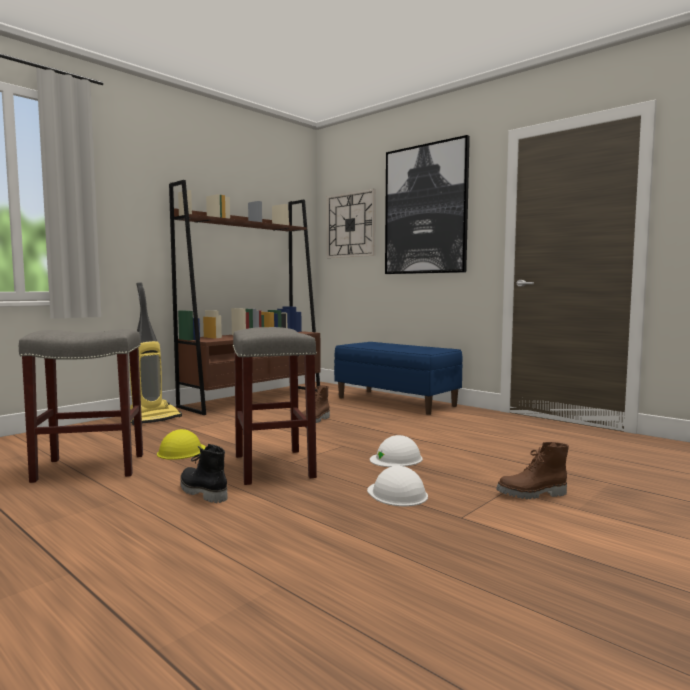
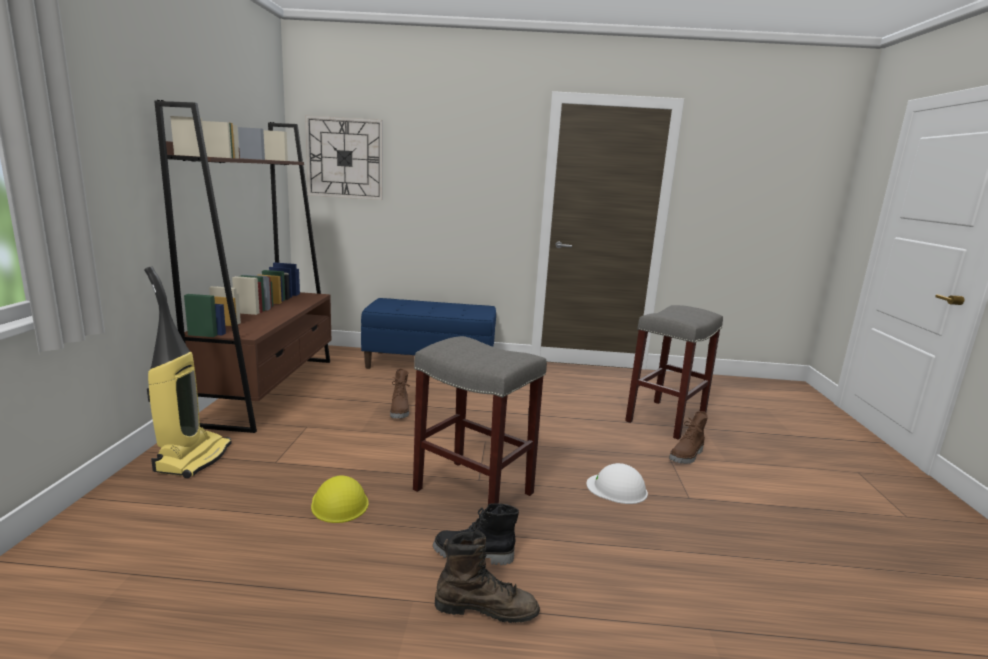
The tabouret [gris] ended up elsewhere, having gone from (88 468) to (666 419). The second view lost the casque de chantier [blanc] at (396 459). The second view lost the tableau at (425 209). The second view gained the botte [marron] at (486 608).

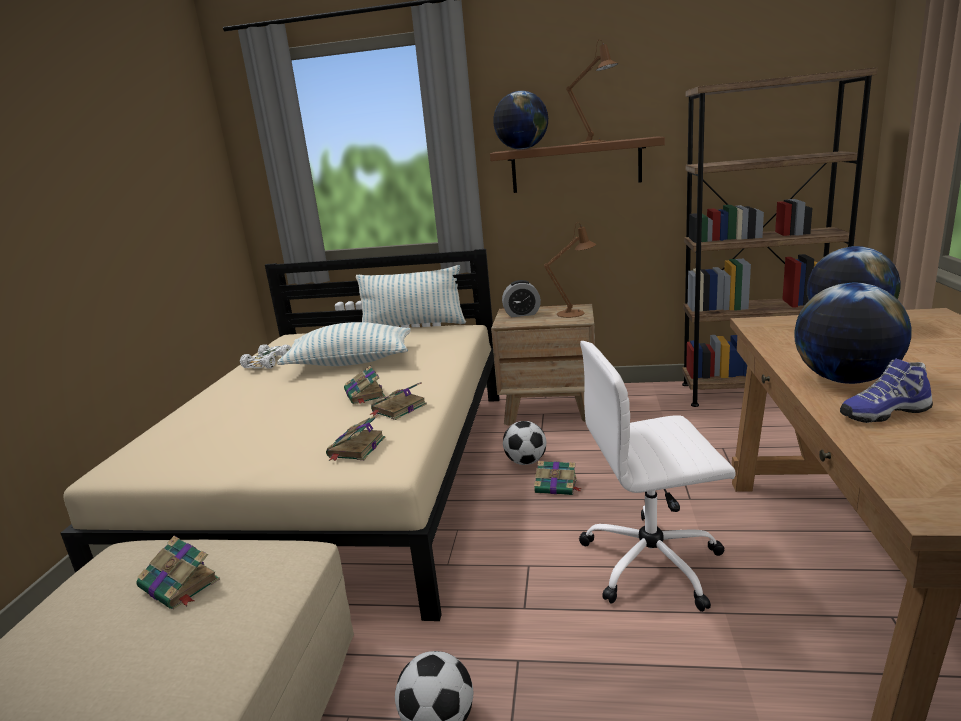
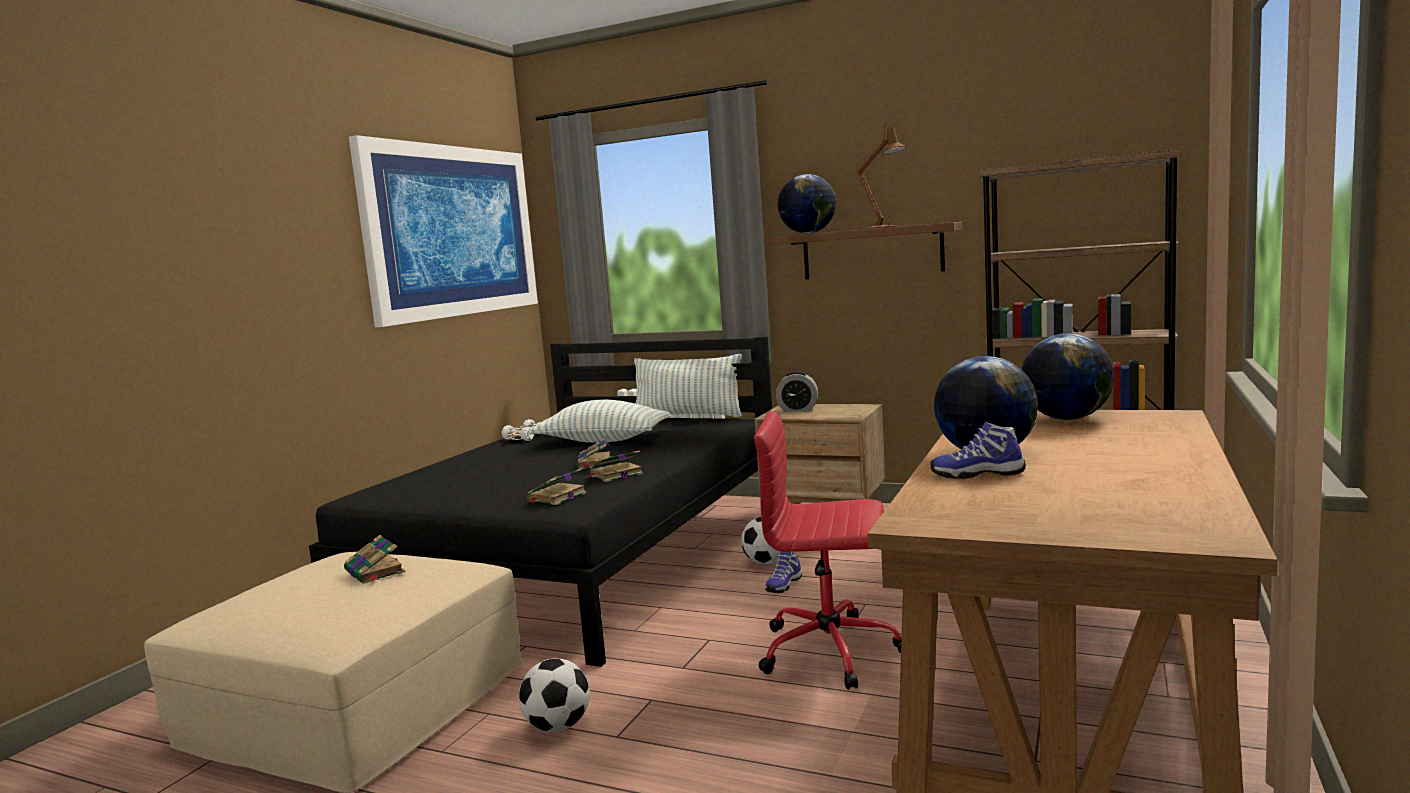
What was the lit [beige] at (346 479) turned into the lit [noir] at (581 559). Where the livre stood at (557 486), the chaussure came to stand at (783 585). The second view lost the lampe de table [marron] at (574 313). What was the chaise de bureau [blanc] at (653 562) turned into the chaise de bureau [rouge] at (832 651). The second view gained the tableau at (452 231).

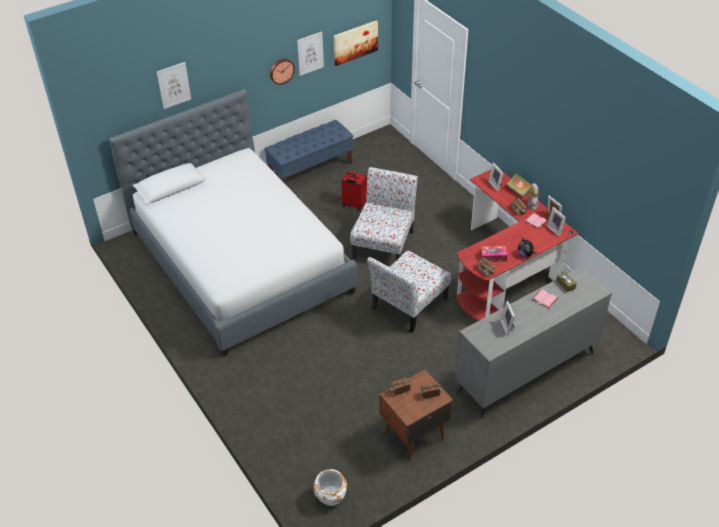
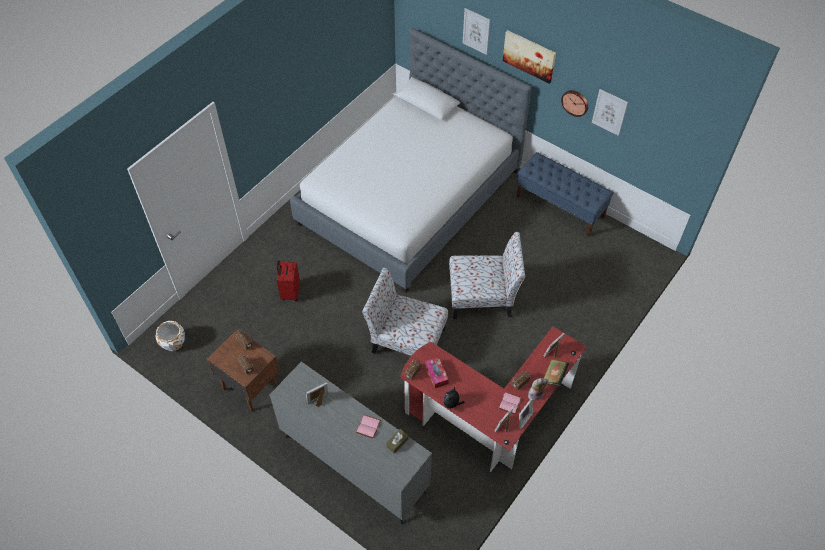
The tableau ended up elsewhere, having gone from (355 42) to (529 56). The valise [rouge] ended up elsewhere, having gone from (354 205) to (290 292).

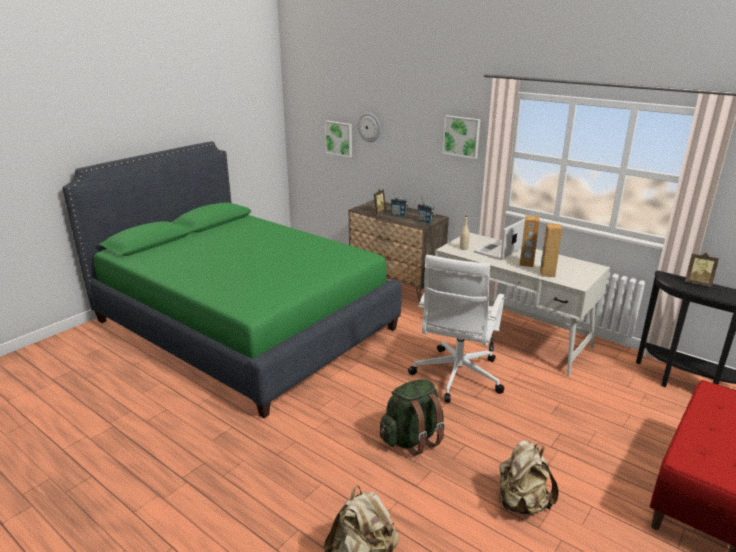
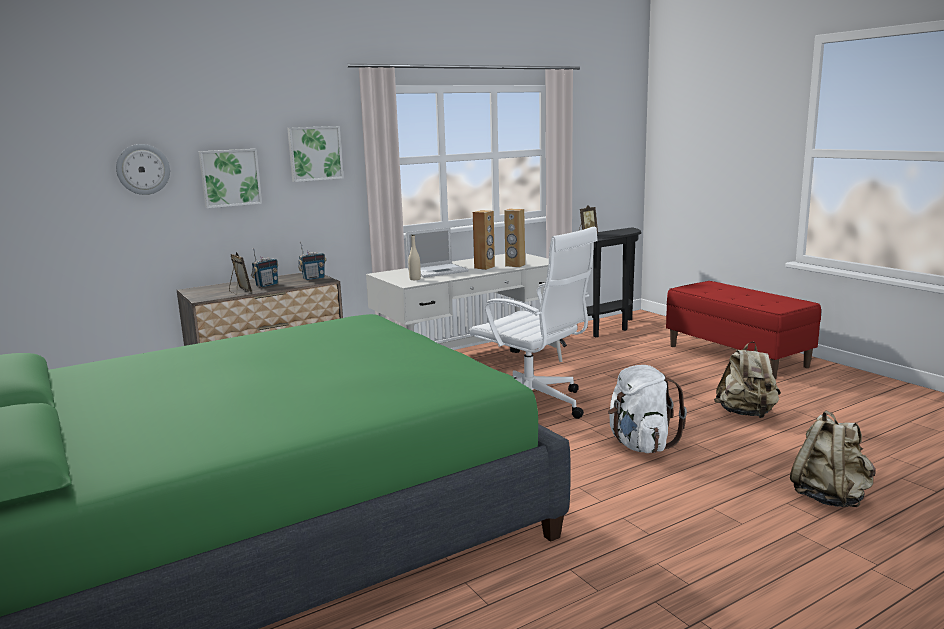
The tableau ended up elsewhere, having gone from (339 138) to (230 177). What was the sac à dos [vert] at (412 439) turned into the sac à dos [blanc] at (640 445). The ordinateur portable at (497 251) ended up facing another way, 90 degrees counterclockwise from before.

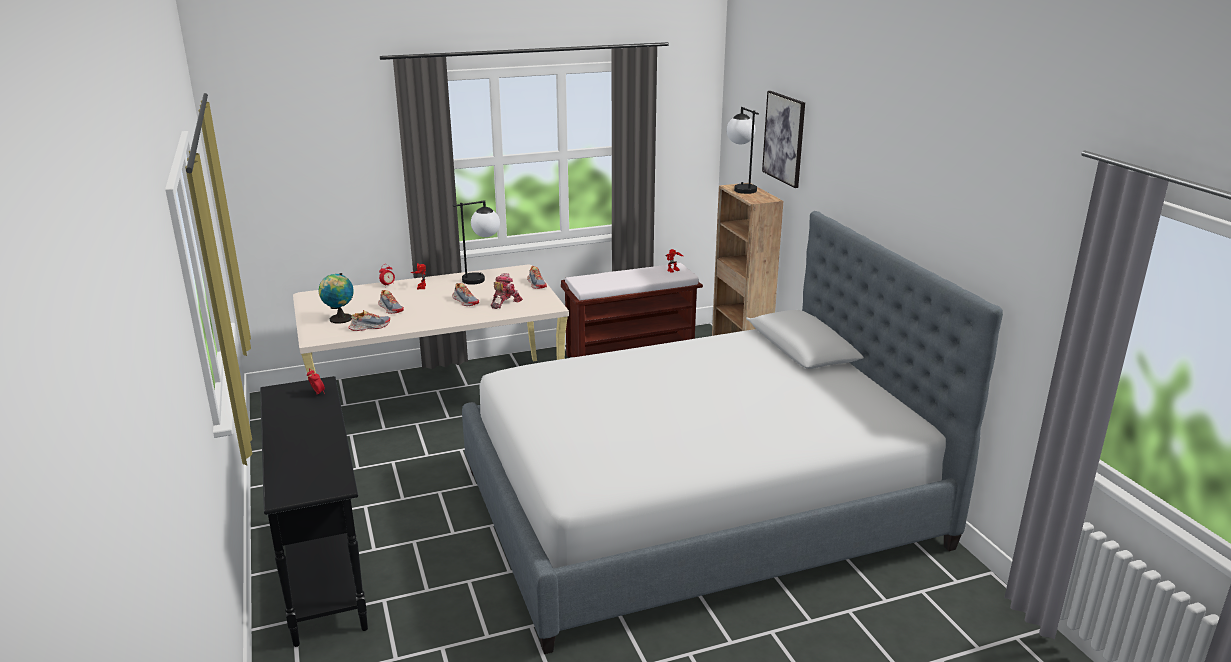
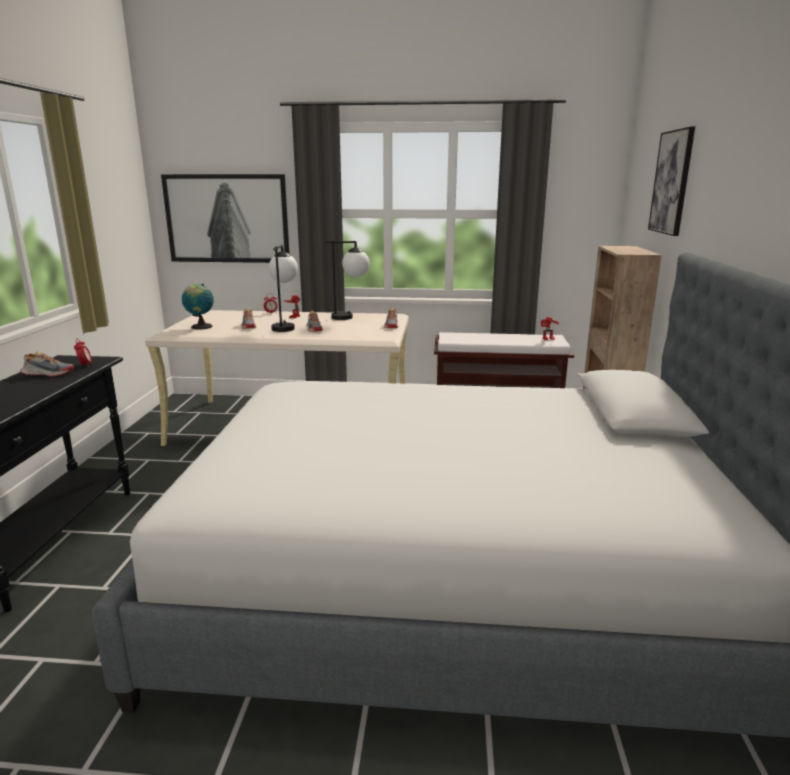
The chaussure ended up elsewhere, having gone from (370 327) to (48 373). The second view lost the robot jouet at (504 302). The lampe de table ended up elsewhere, having gone from (740 188) to (285 327). The second view gained the tableau at (227 219).

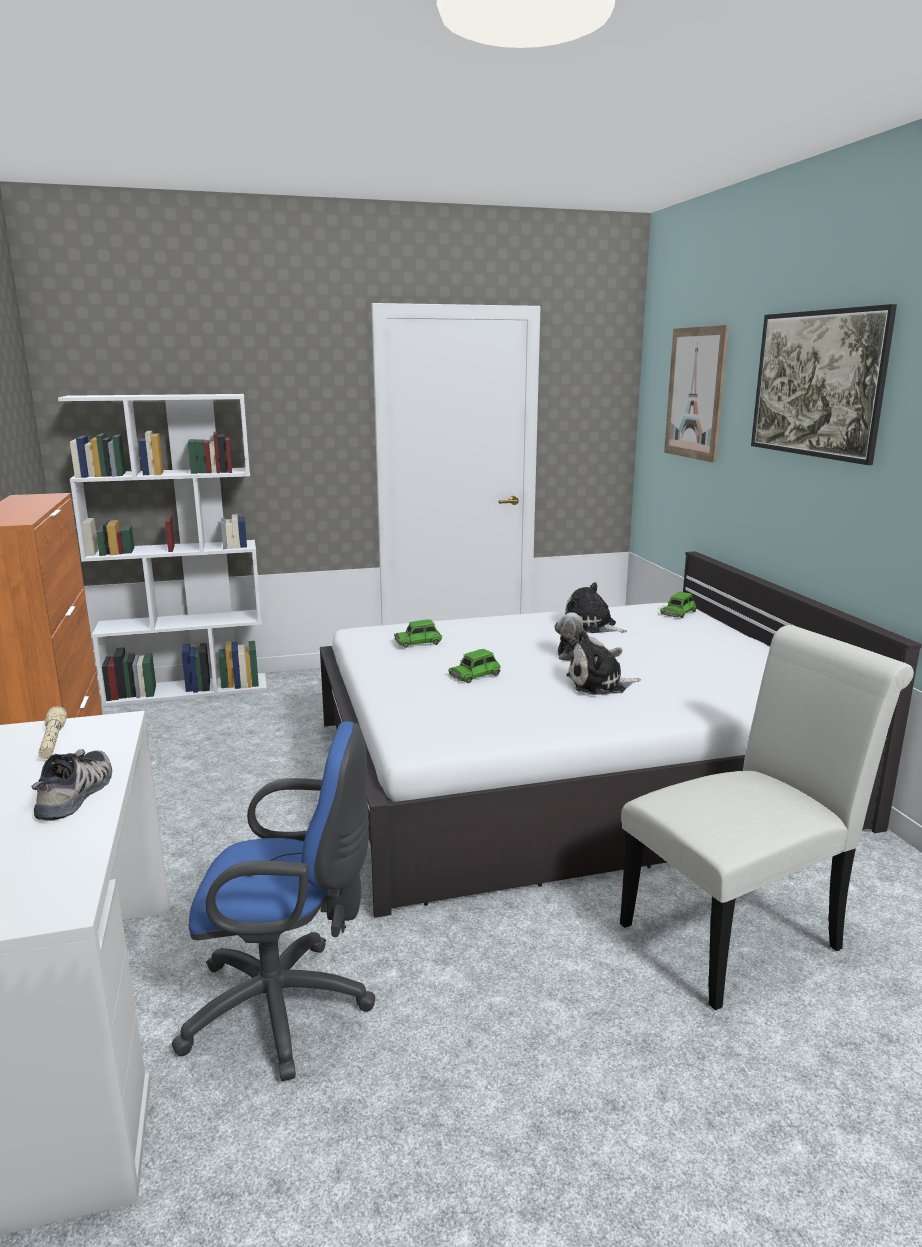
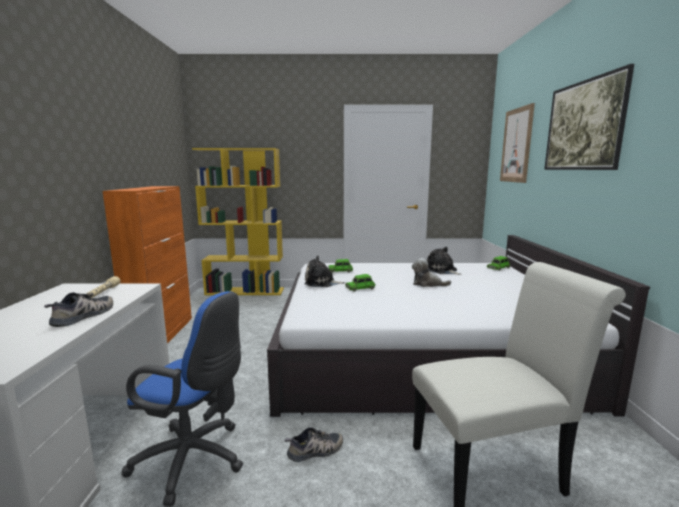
What was the bibliothèque [blanc] at (188 689) turned into the bibliothèque [jaune] at (245 291). The peluche ended up elsewhere, having gone from (599 684) to (321 283). The second view gained the chaussure at (315 451).

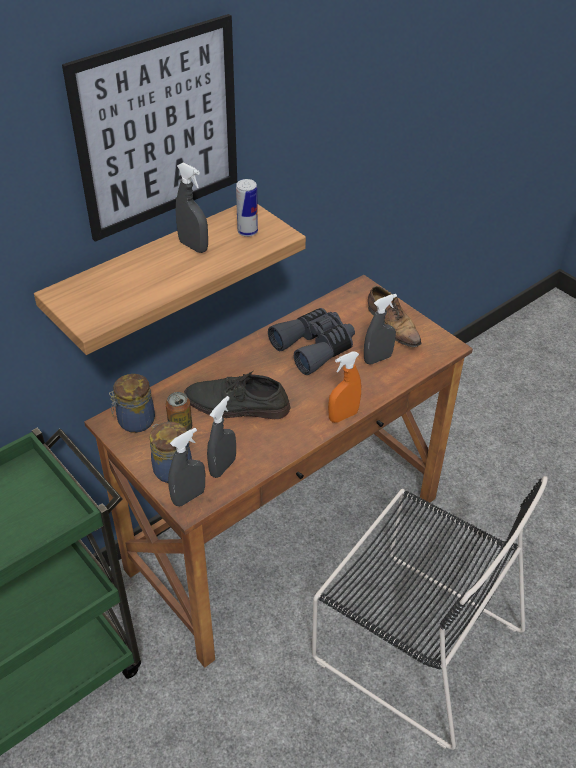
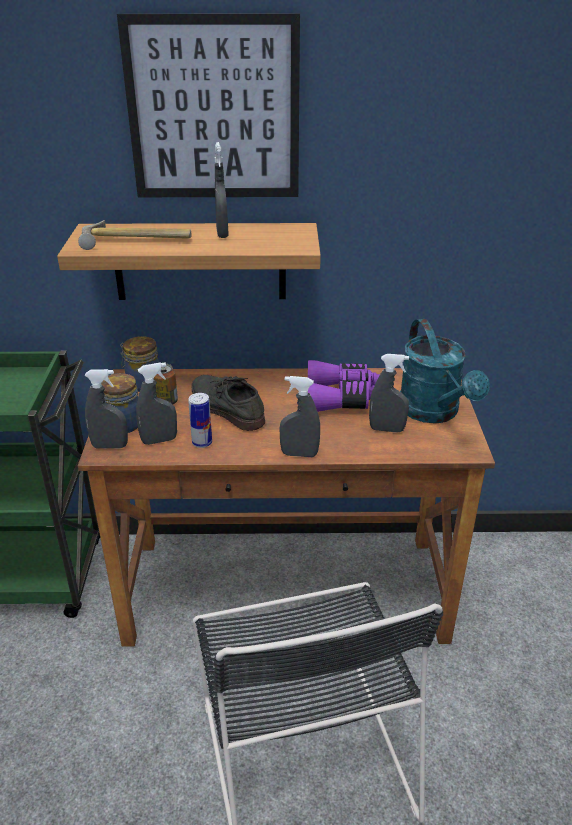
The boîte métallique ended up elsewhere, having gone from (247 232) to (202 443). What was the jumelles [gris] at (315 347) turned into the jumelles [violet] at (342 398). What was the vaporisateur [orange] at (343 416) turned into the vaporisateur [gris] at (299 454). Where the chaussure stood at (393 326), the arrosoir [turquoise] came to stand at (434 413). The second view gained the marteau at (136 242).

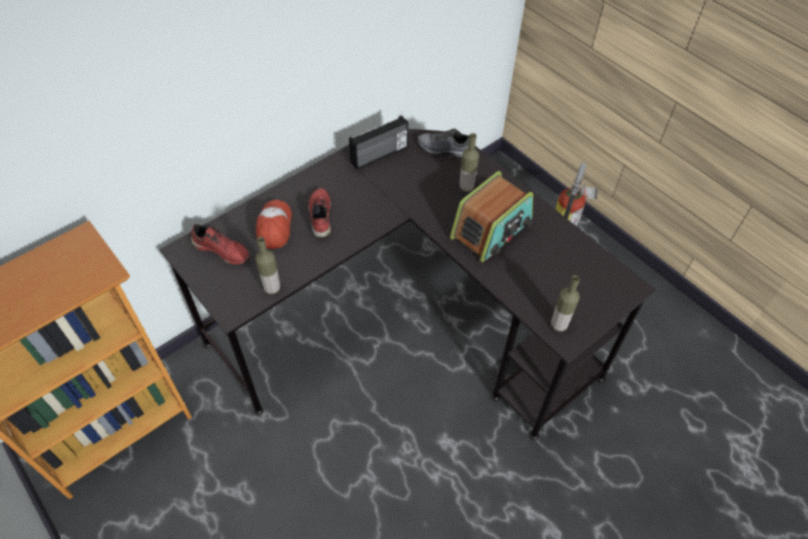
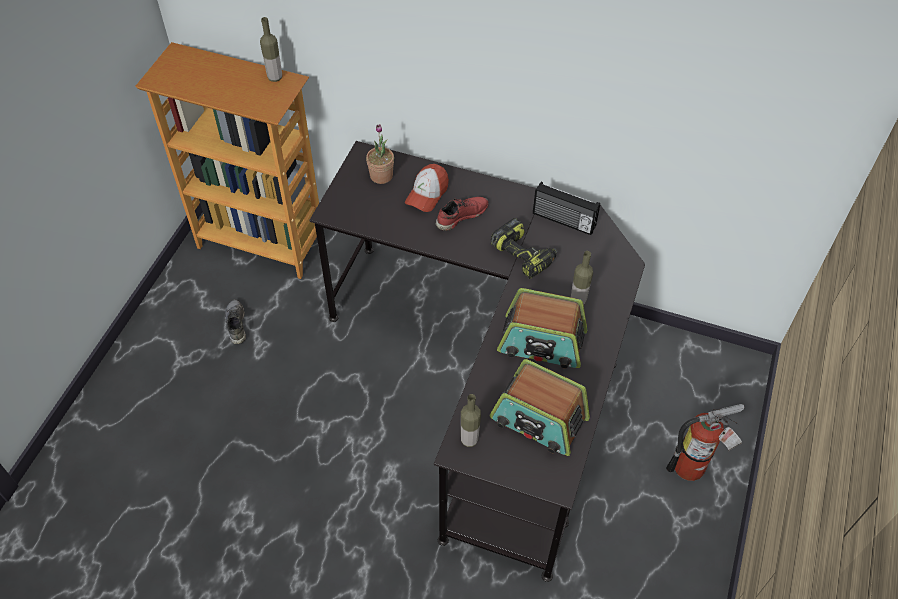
Where the chaussure [rouge] stood at (222 250), the plante en pot came to stand at (381 176). The casquette at (274 227) ended up facing another way, 150 degrees clockwise from before. The bouteille ended up elsewhere, having gone from (272 288) to (275 77). The chaussure [gris] ended up elsewhere, having gone from (444 149) to (235 324). The second view gained the radio at (538 419). The second view gained the perceuse at (524 255).

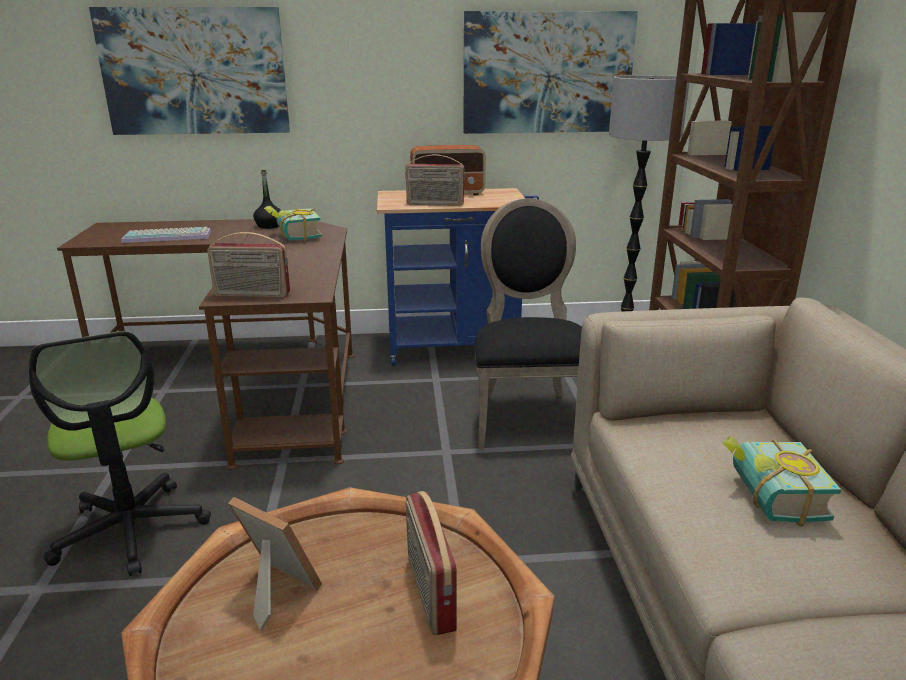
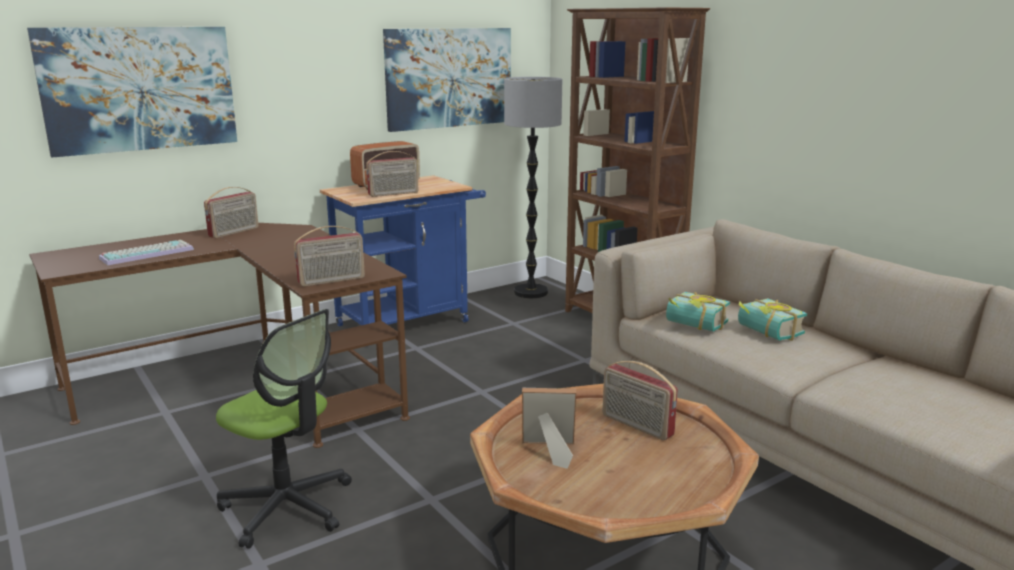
Where the bouteille [noir] stood at (269 226), the radio came to stand at (234 232). The livre ended up elsewhere, having gone from (294 237) to (693 326). The second view lost the chaise [noir] at (529 416).

